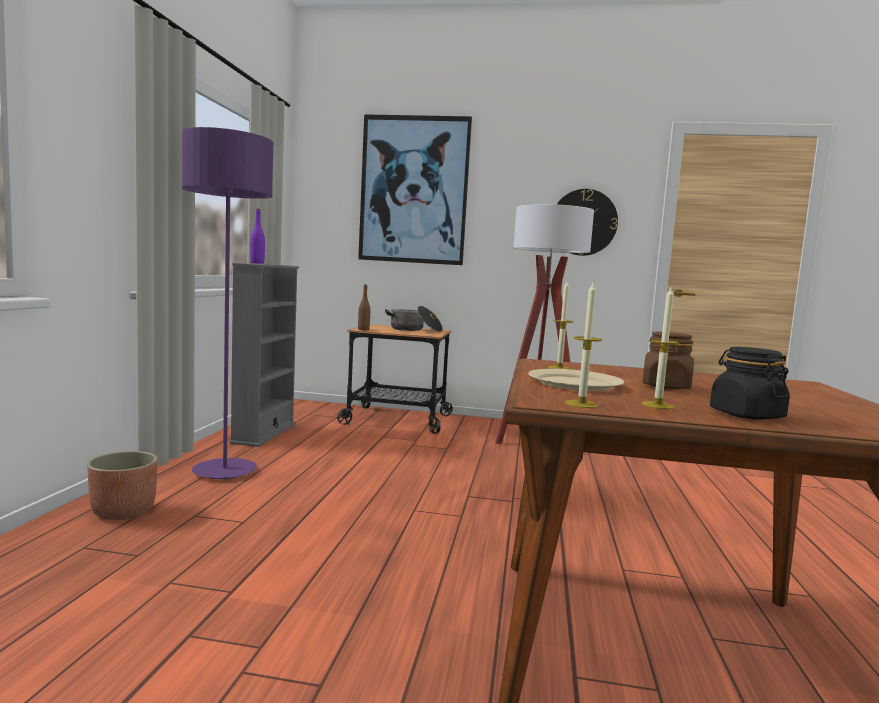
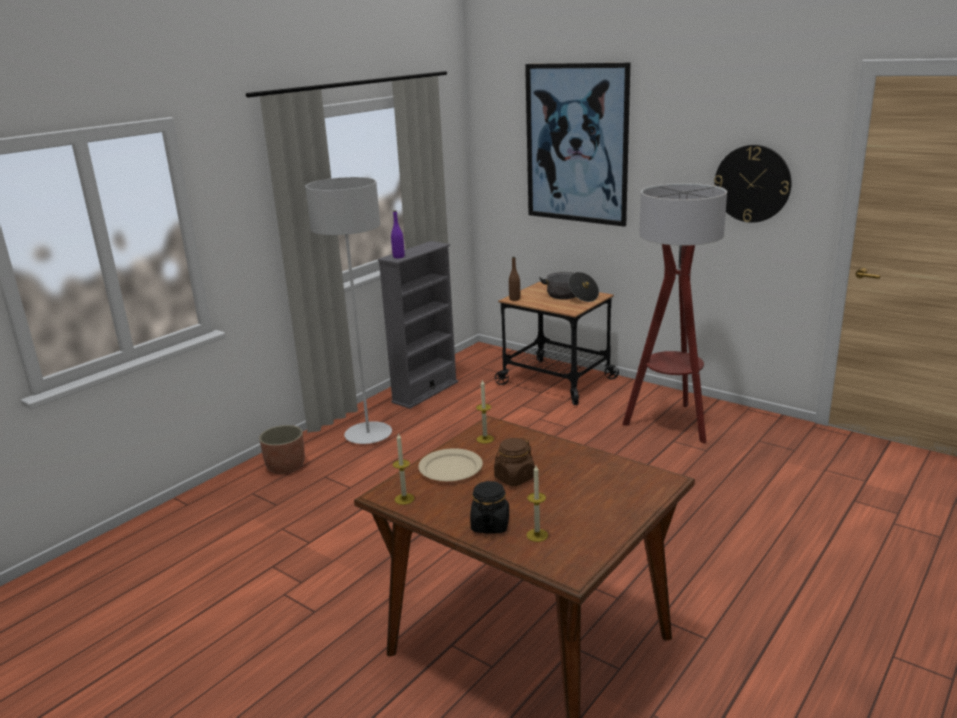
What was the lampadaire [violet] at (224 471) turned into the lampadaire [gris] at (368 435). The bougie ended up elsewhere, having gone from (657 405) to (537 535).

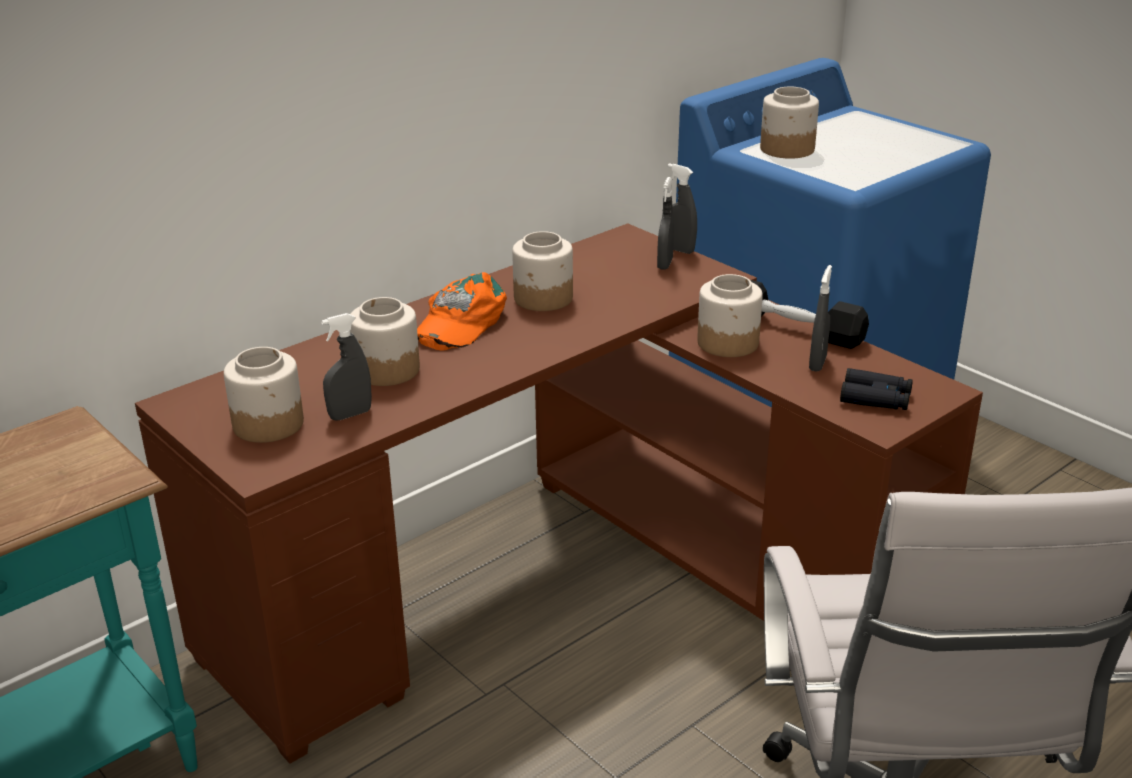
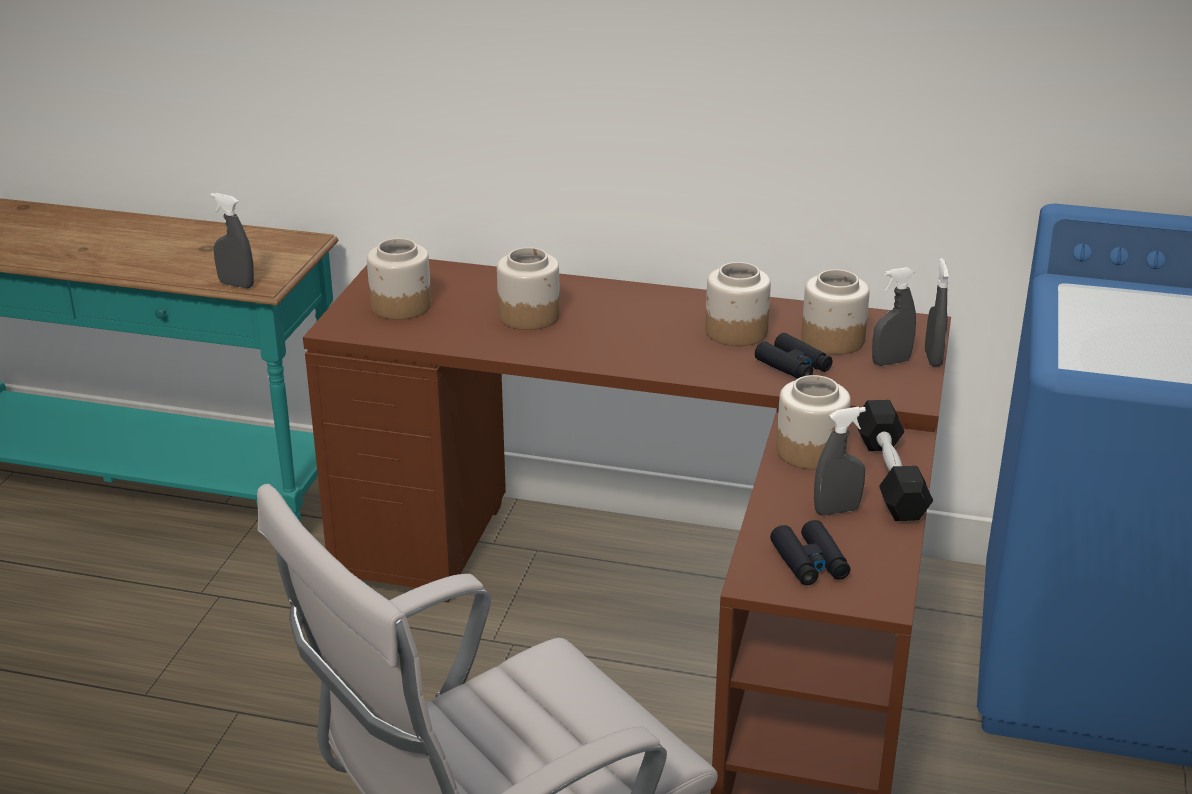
The vaporisateur [gris] ended up elsewhere, having gone from (350 414) to (236 285). The second view lost the casquette [orange] at (459 322). The bocal ended up elsewhere, having gone from (786 149) to (831 340). The second view gained the jumelles [noir] at (793 366).

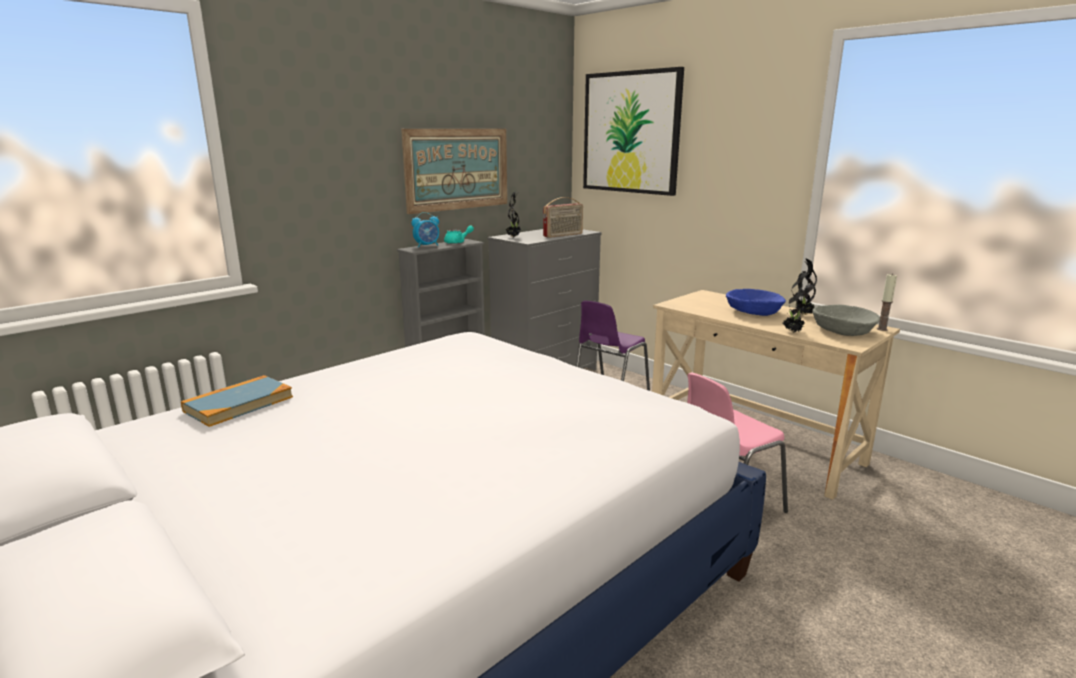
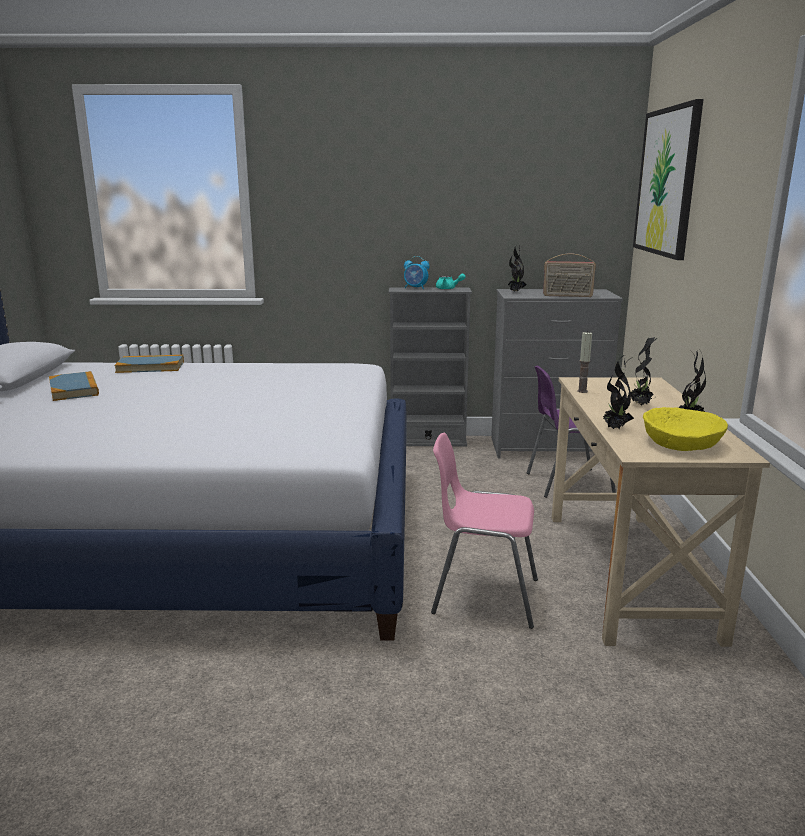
The second view lost the tableau at (457 169). Where the bol [bleu] stood at (753 311), the plante en pot came to stand at (641 405). What was the bol [gris] at (842 330) turned into the bol [jaune] at (681 442). The bougie ended up elsewhere, having gone from (882 329) to (582 391). The second view gained the livre at (74 389).

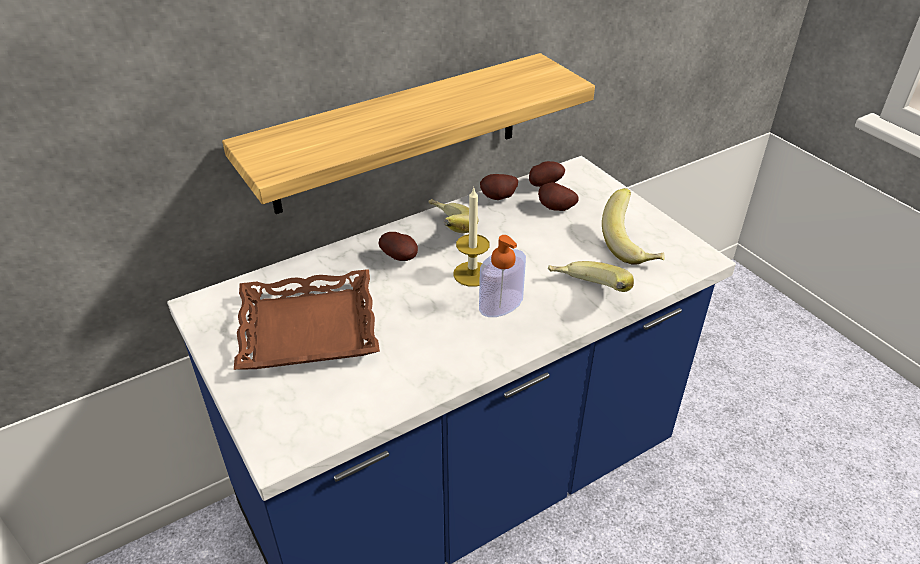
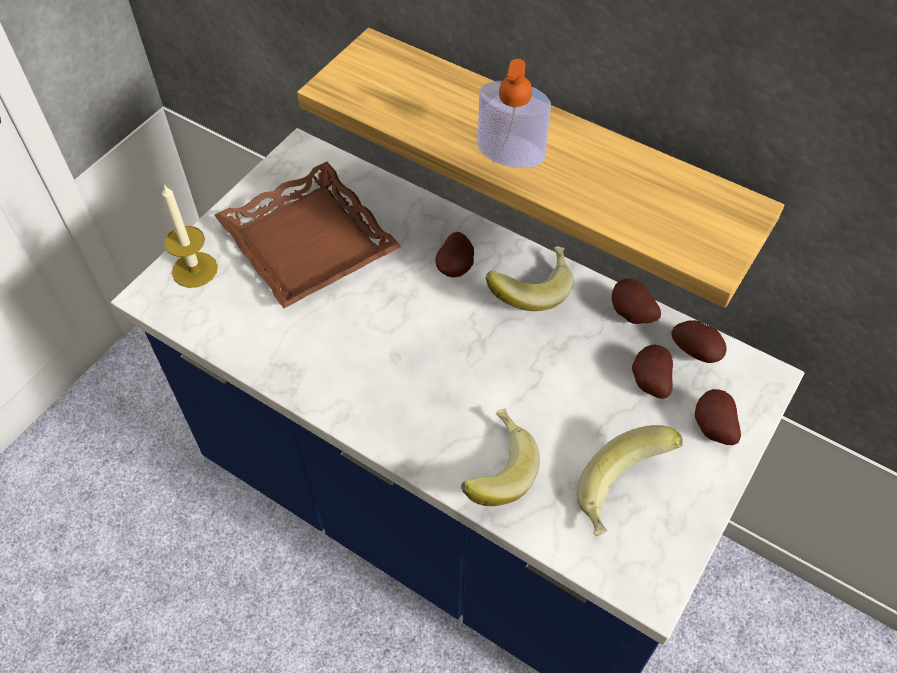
The bougie ended up elsewhere, having gone from (472 274) to (194 269). The distributeur de savon ended up elsewhere, having gone from (501 303) to (510 151). The second view gained the pomme de terre at (711 428).

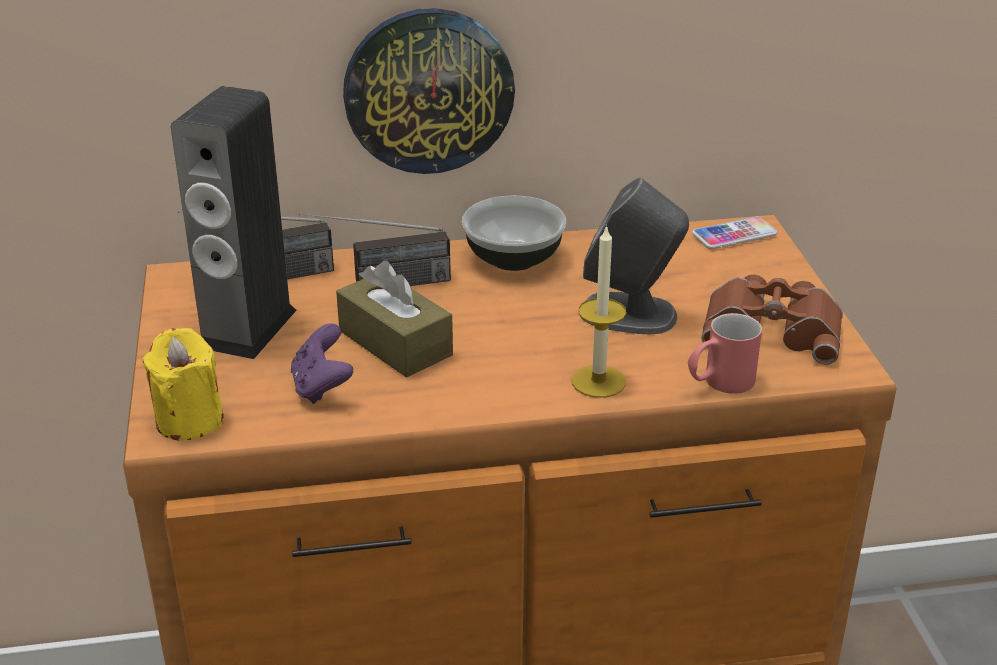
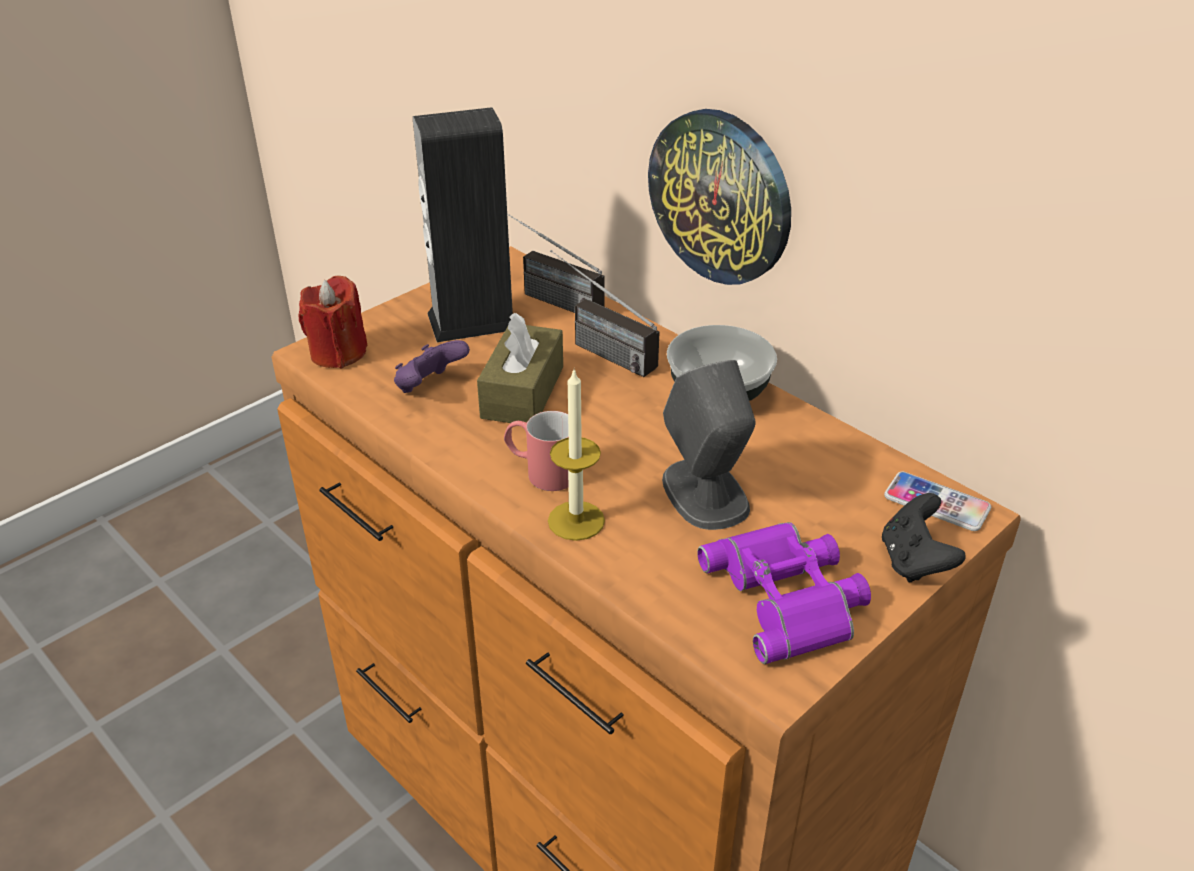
What was the bougie [jaune] at (189 420) turned into the bougie [rouge] at (338 353). The mug [rouge] ended up elsewhere, having gone from (719 383) to (541 472). What was the jumelles [marron] at (773 328) turned into the jumelles [violet] at (789 597). The second view gained the manette [noir] at (914 561).

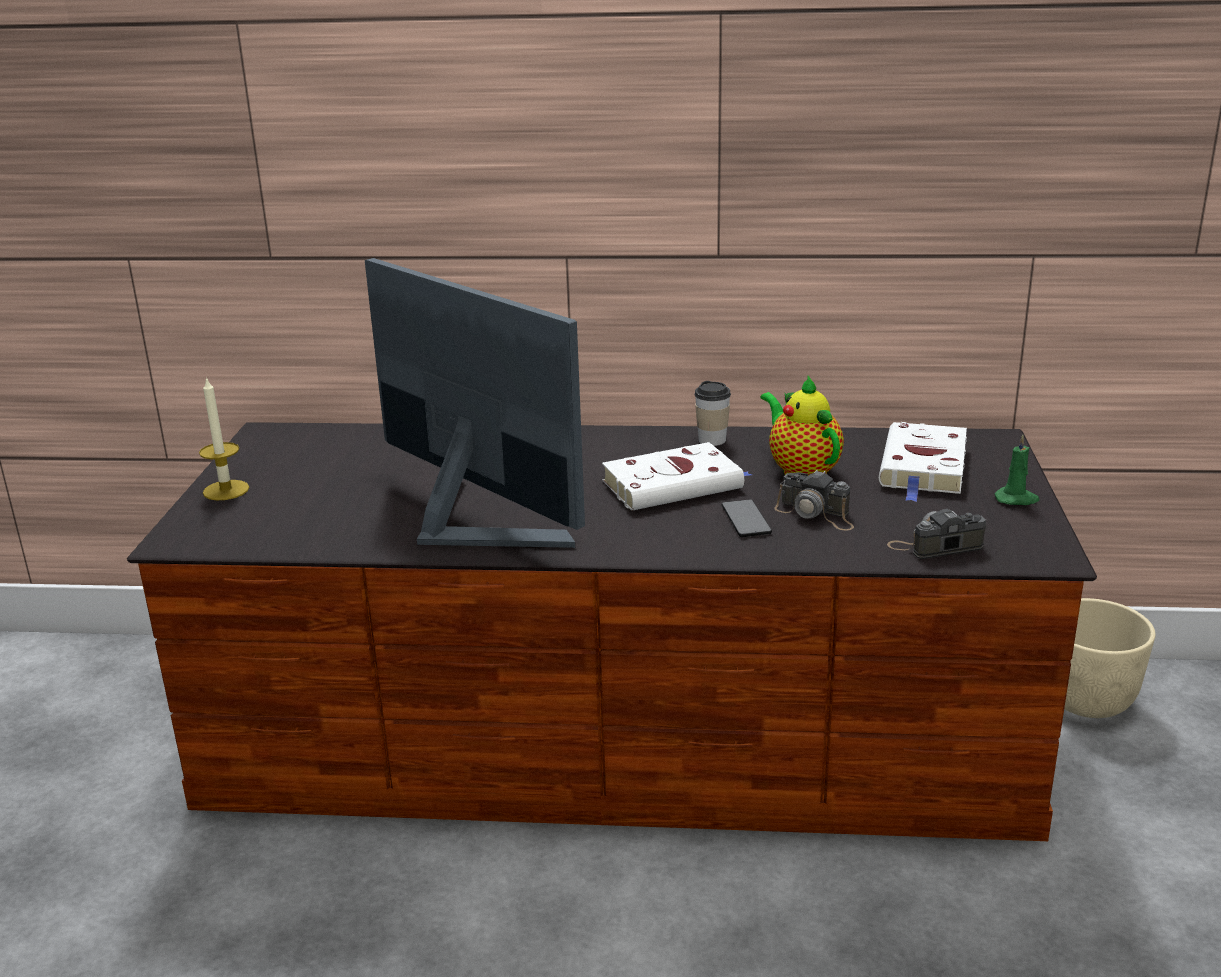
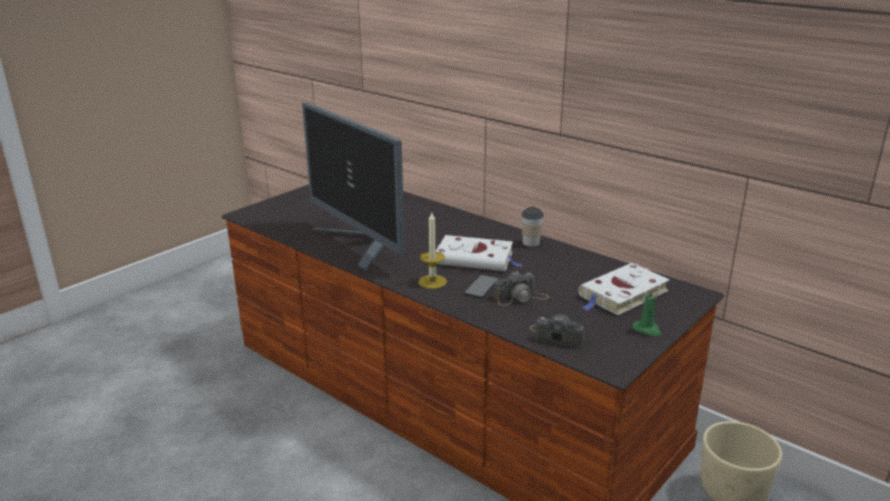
The bougie ended up elsewhere, having gone from (226 490) to (432 282). The écran d'ordinateur at (471 522) ended up facing another way, 150 degrees clockwise from before. The second view lost the théière at (801 470). The appareil photo at (816 514) ended up facing another way, 90 degrees counterclockwise from before.

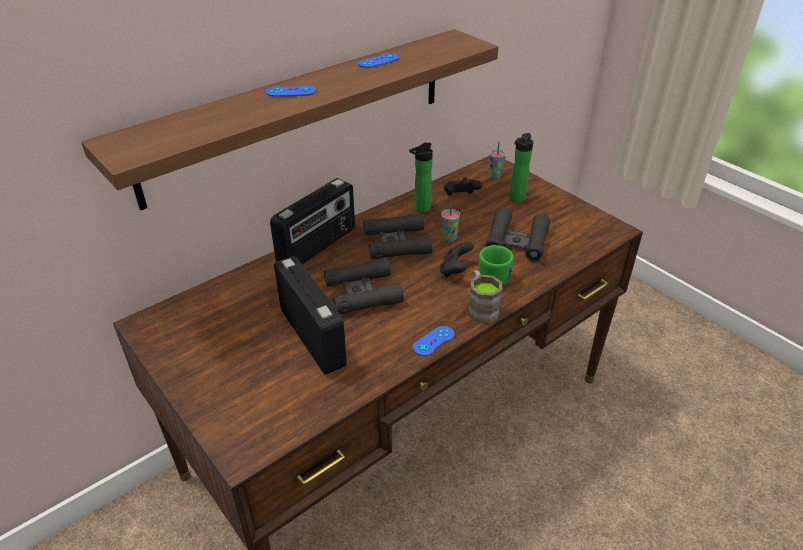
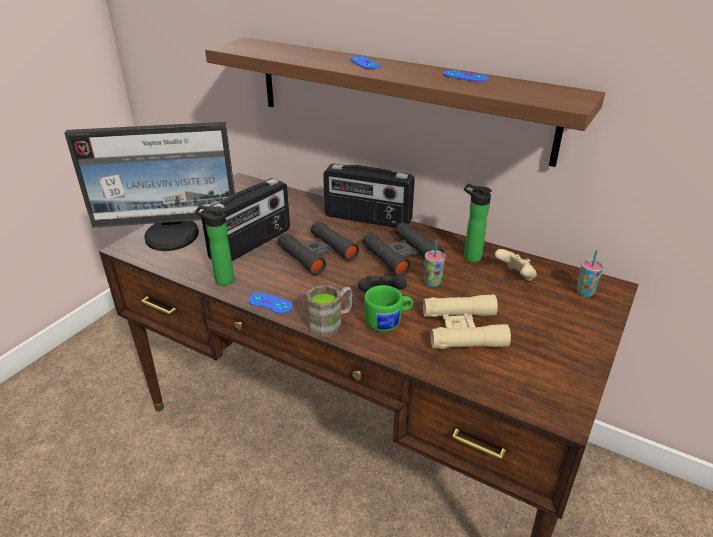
What was the manette [noir] at (460 197) turned into the manette [beige] at (515 276). What was the jumelles [noir] at (516 241) turned into the jumelles [beige] at (463 329). The bouteille ended up elsewhere, having gone from (516 199) to (221 280). The second view gained the écran d'ordinateur at (172 236).

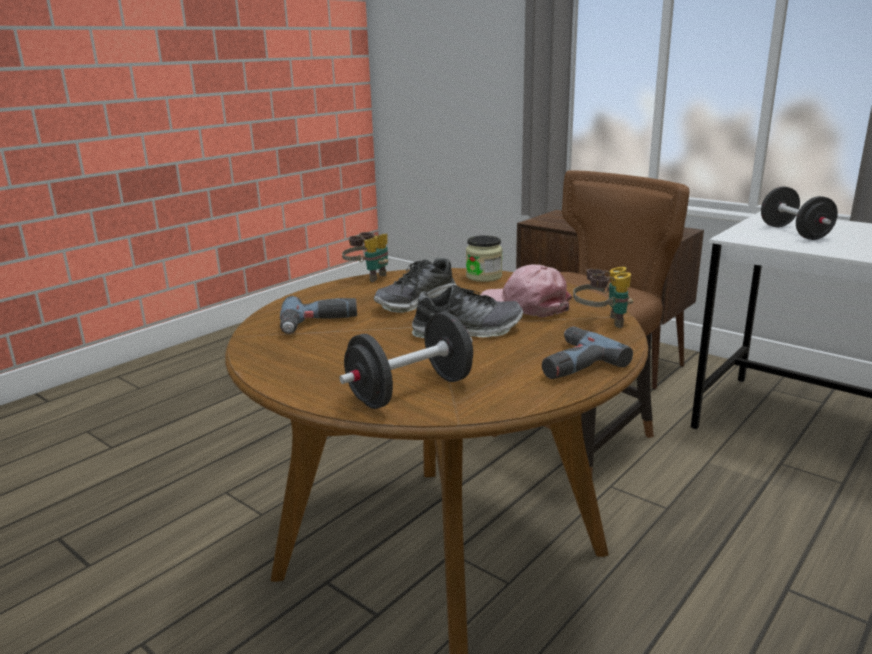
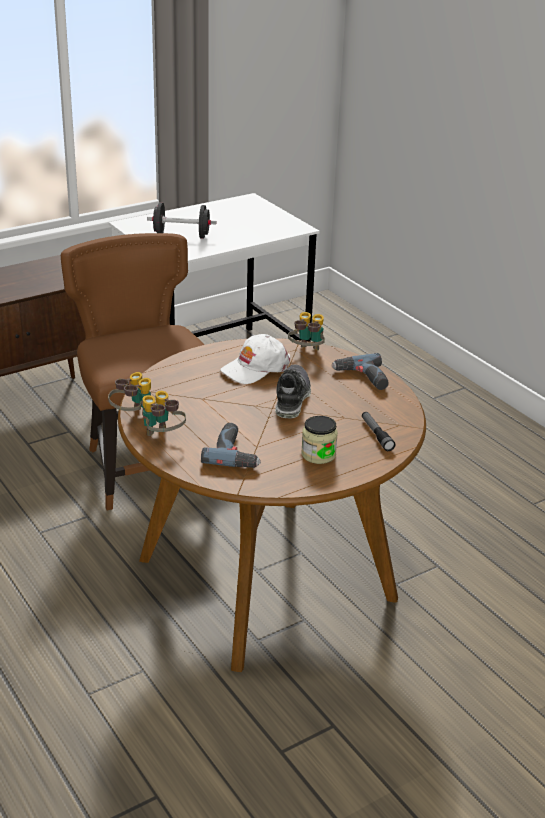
Where the haltère [noir] stood at (410 391), the lampe de poche came to stand at (376 435). The second view lost the chaussure at (416 302). The bocal ended up elsewhere, having gone from (484 276) to (318 454). What was the casquette [rose] at (524 305) turned into the casquette [blanc] at (255 368). The second view gained the jumelles at (162 437).

